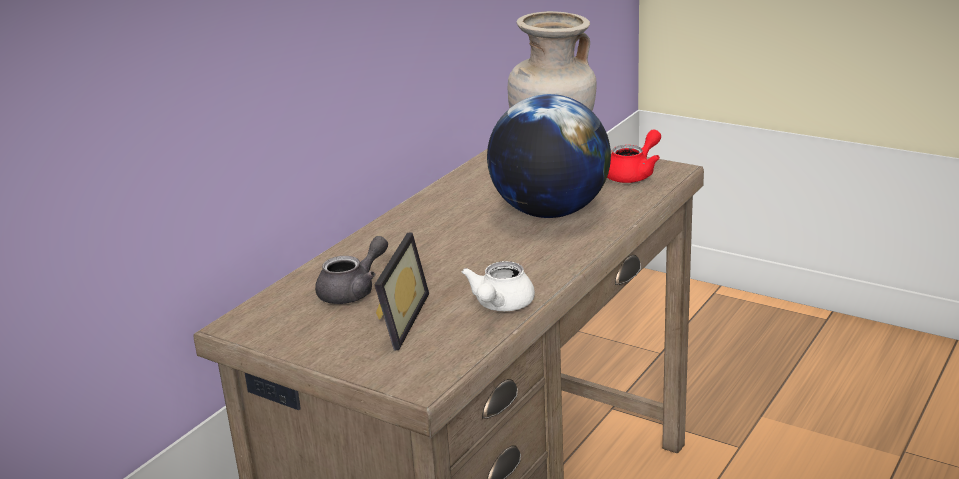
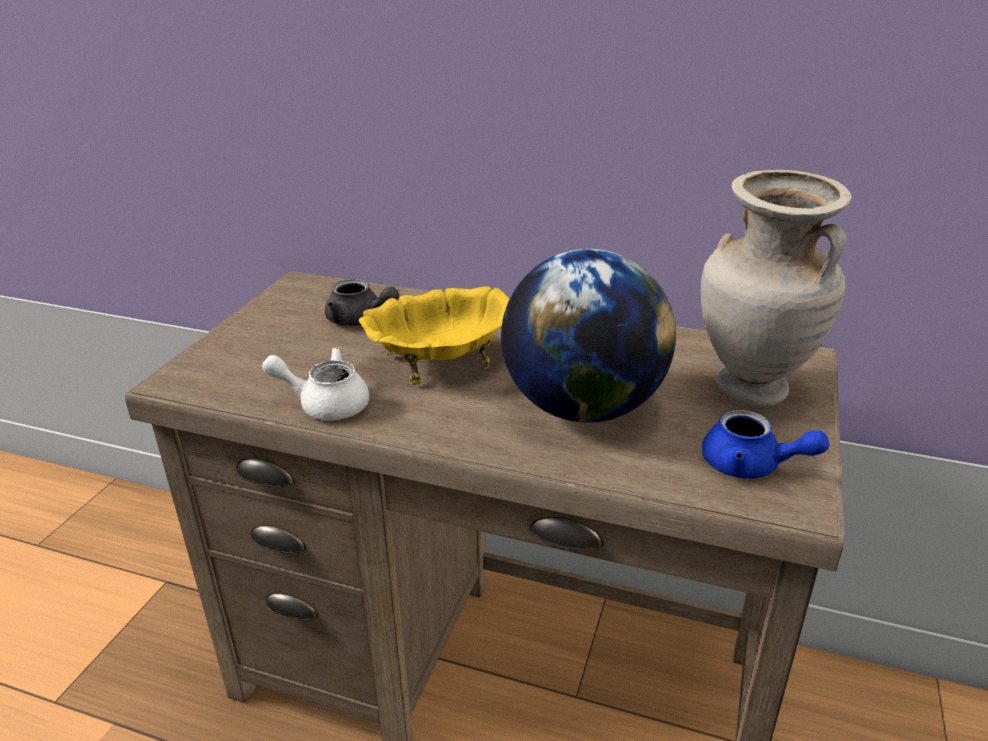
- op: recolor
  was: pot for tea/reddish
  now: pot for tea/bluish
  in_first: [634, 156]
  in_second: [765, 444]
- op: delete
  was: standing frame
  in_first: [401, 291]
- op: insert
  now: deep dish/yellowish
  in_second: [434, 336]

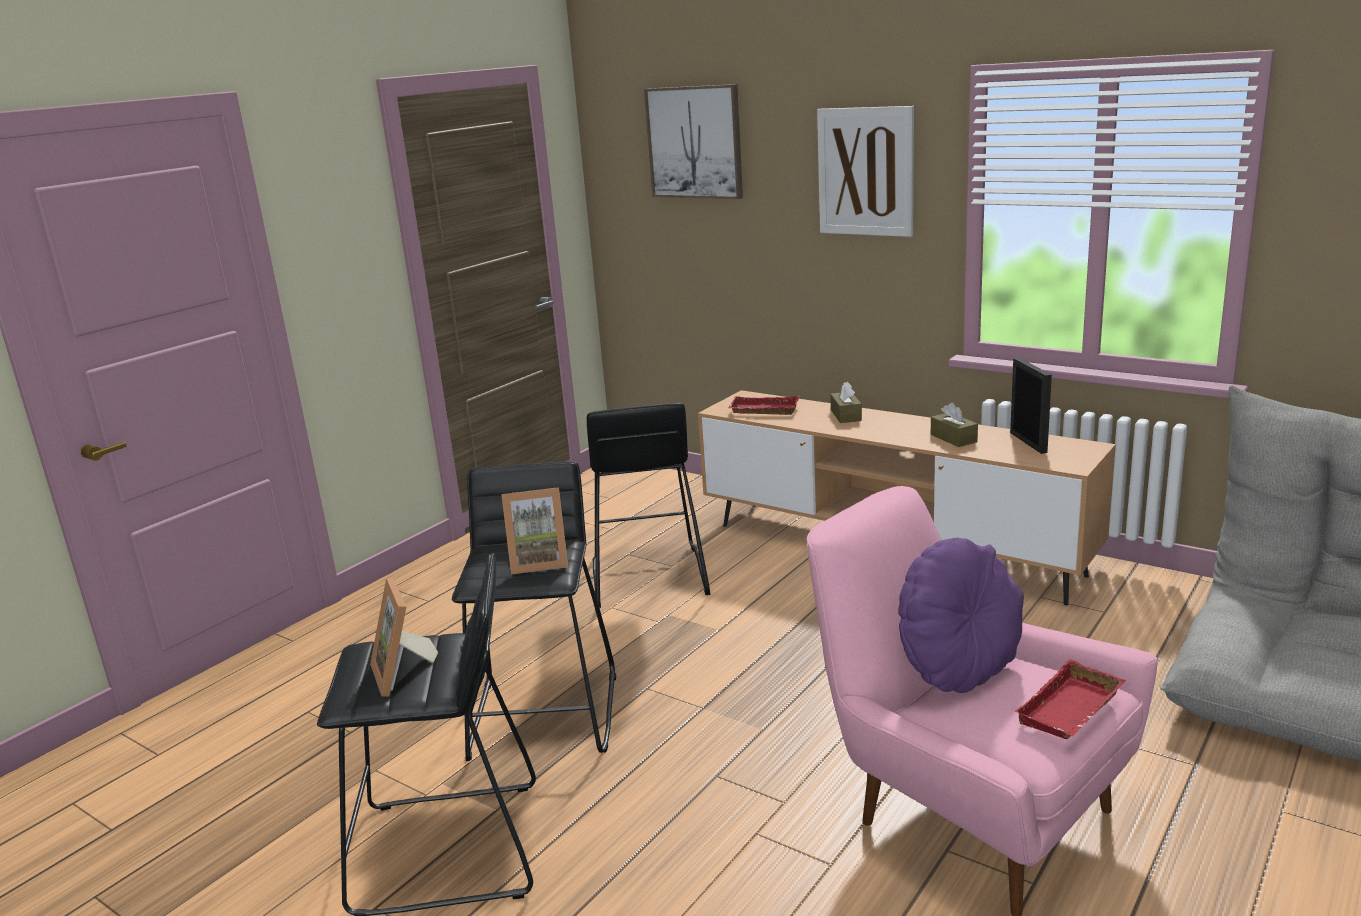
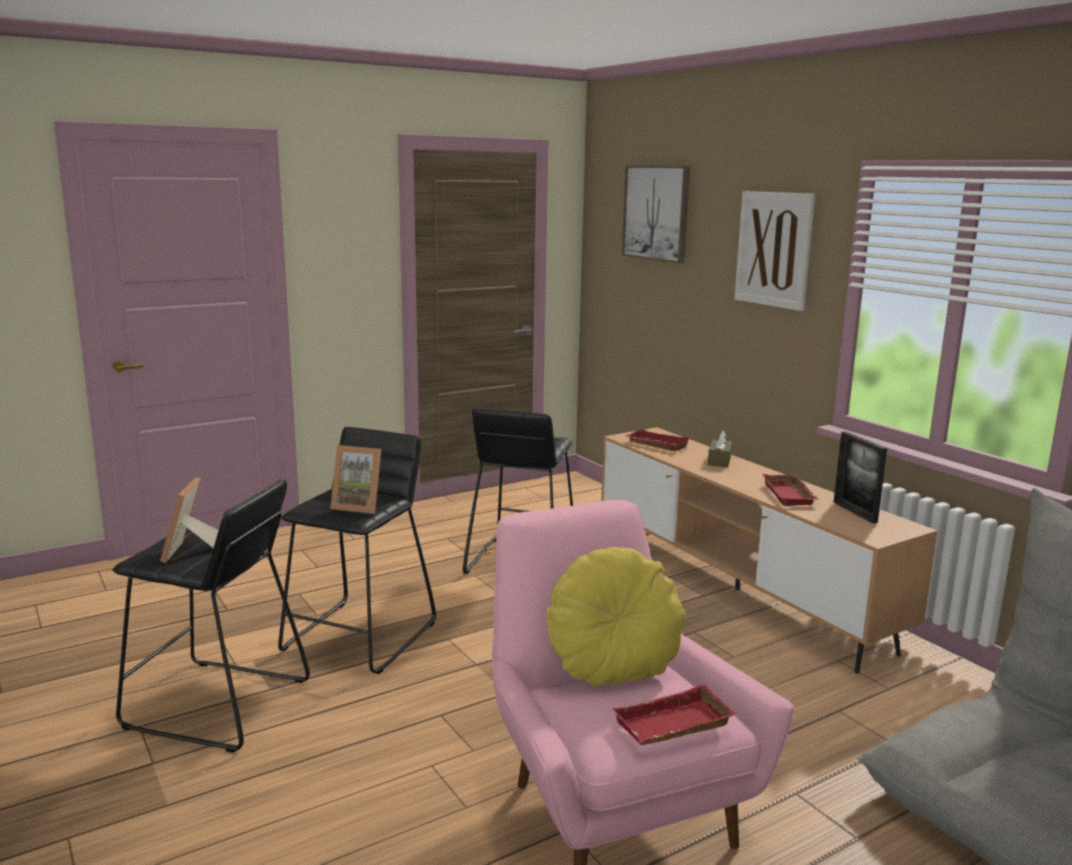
- op: rotate
  was: standing frame
  in_first: [1031, 406]
  in_second: [860, 477]
  clockwise: 150
- op: replace
  was: tissue holder/brown
  now: carrying tray/reddish
  in_first: [954, 424]
  in_second: [790, 490]
- op: recolor
  was: pillow/purple
  now: pillow/yellowish
  in_first: [961, 615]
  in_second: [616, 616]

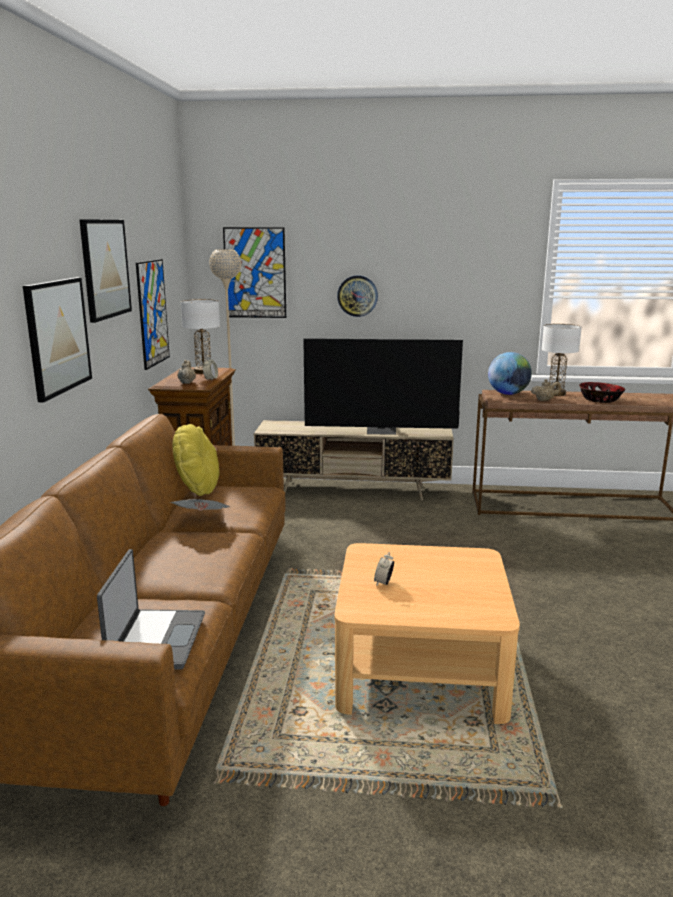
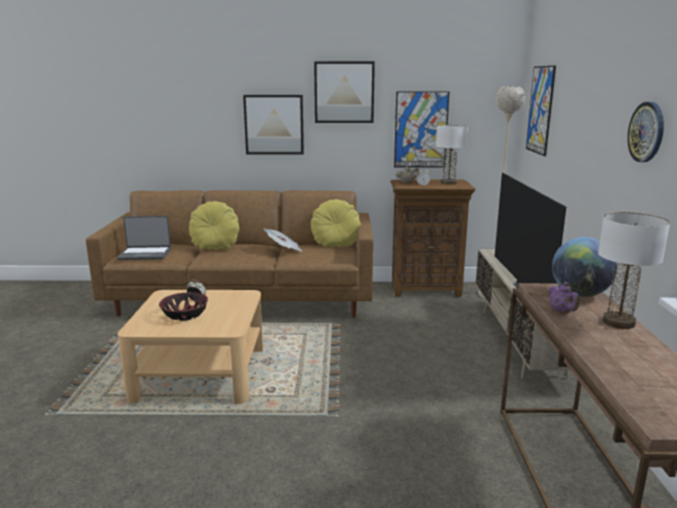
- op: move
  was: clock on the wall
  in_first: [357, 296]
  in_second: [645, 132]
- op: recolor
  was: pot for tea/sand-coloured
  now: pot for tea/purple
  in_first: [546, 390]
  in_second: [563, 297]
- op: move
  was: deep dish
  in_first: [602, 392]
  in_second: [183, 306]
- op: insert
  now: pillow/yellowish
  in_second: [214, 225]

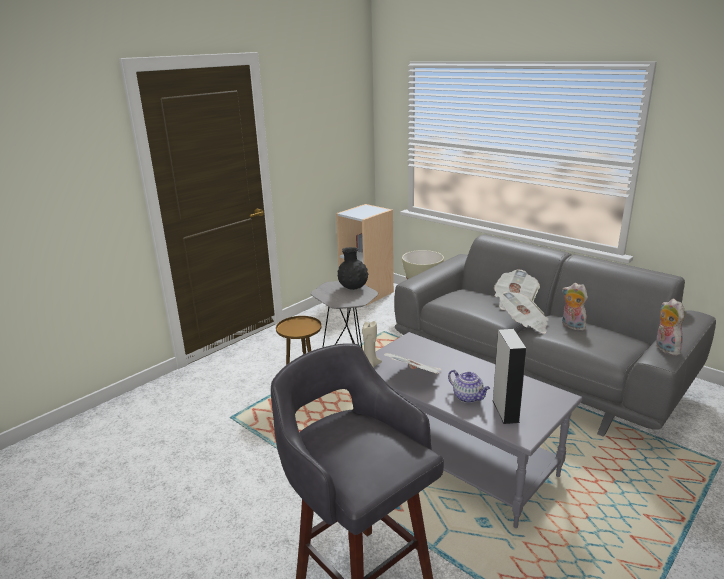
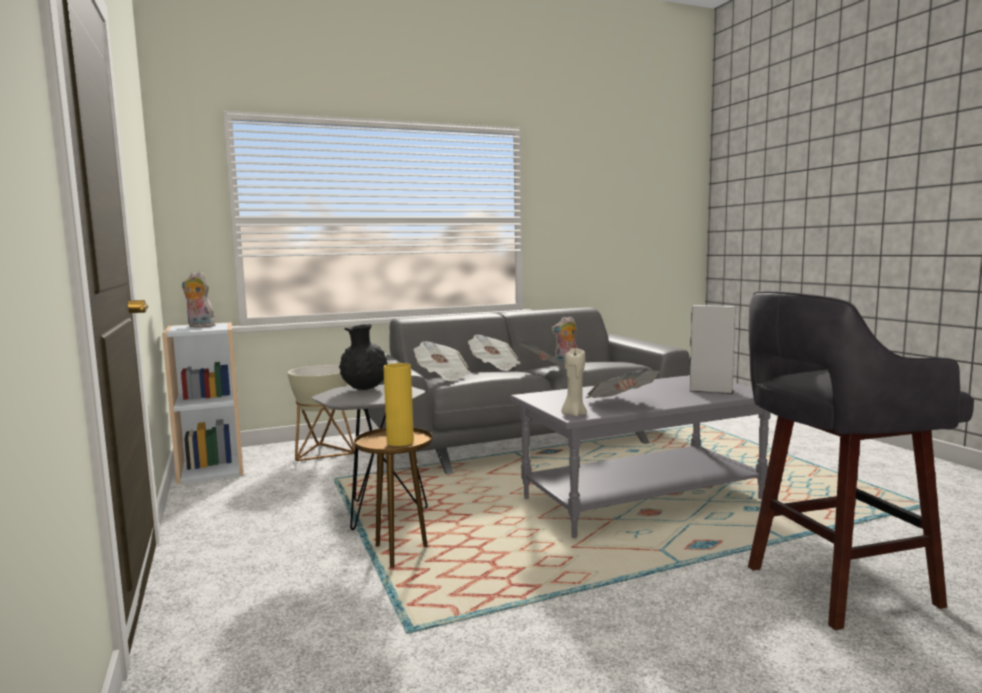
- op: move
  was: plush toy
  in_first: [670, 327]
  in_second: [199, 299]
- op: delete
  was: pot for tea
  in_first: [469, 386]
- op: insert
  now: daily paper
  in_second: [442, 361]
- op: insert
  now: flower vase/yellowish
  in_second: [398, 404]

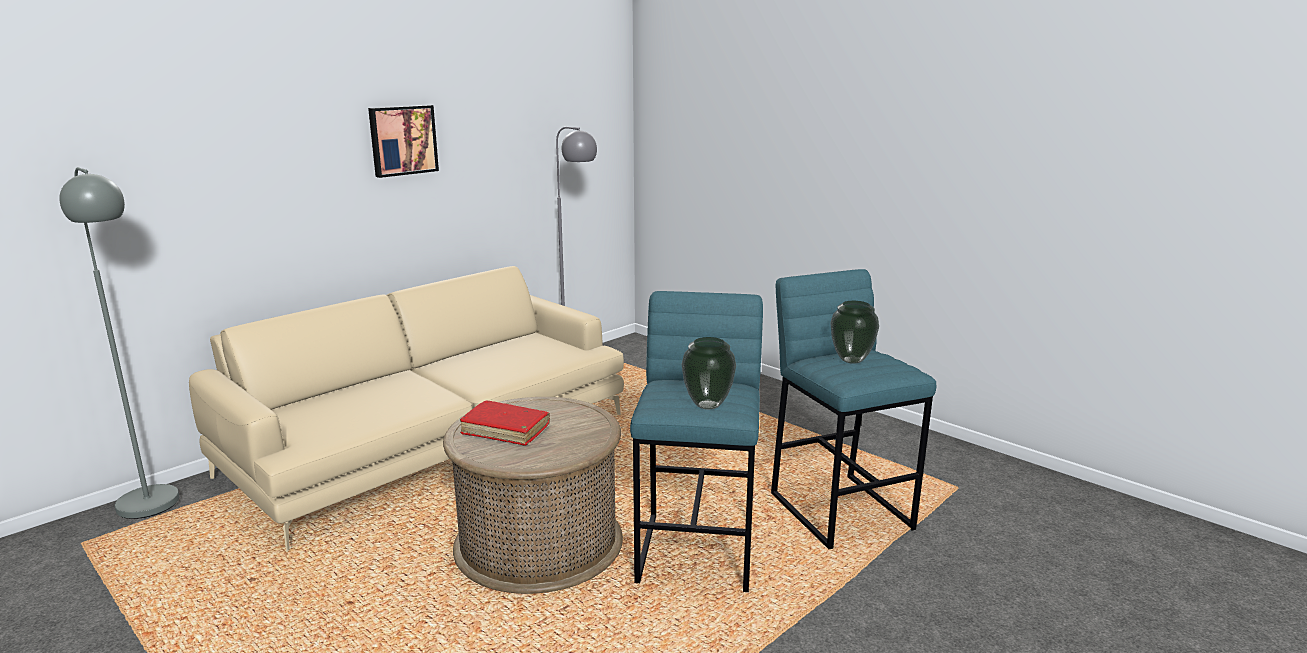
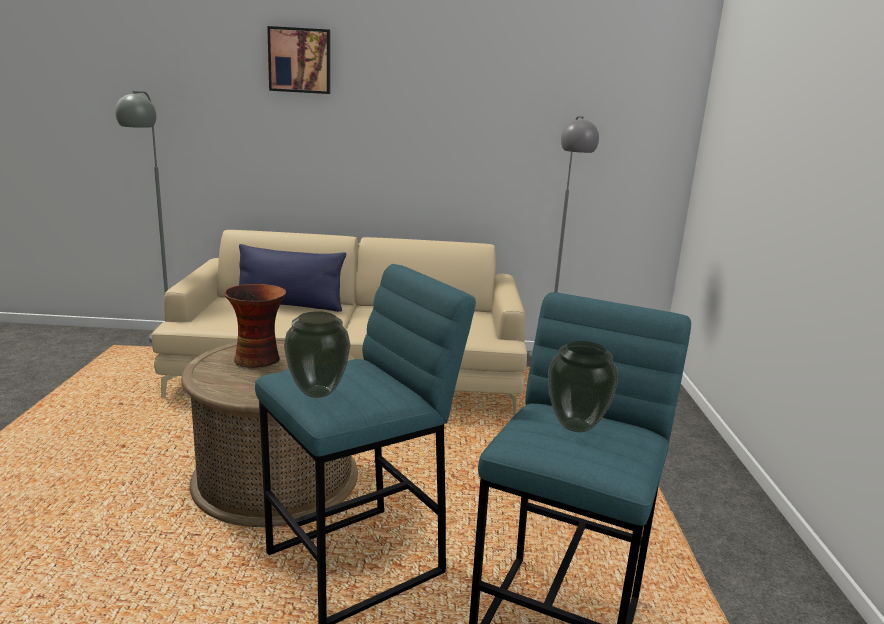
- op: move
  was: picture
  in_first: [403, 141]
  in_second: [298, 60]
- op: replace
  was: bound book/reddish
  now: flower vase
  in_first: [505, 423]
  in_second: [255, 326]
- op: insert
  now: pillow/bluish
  in_second: [292, 278]

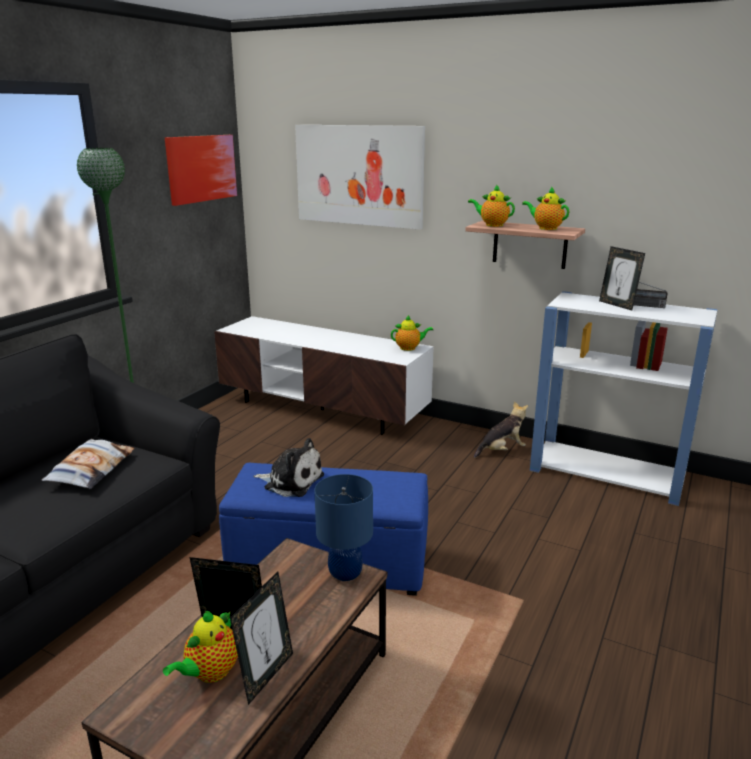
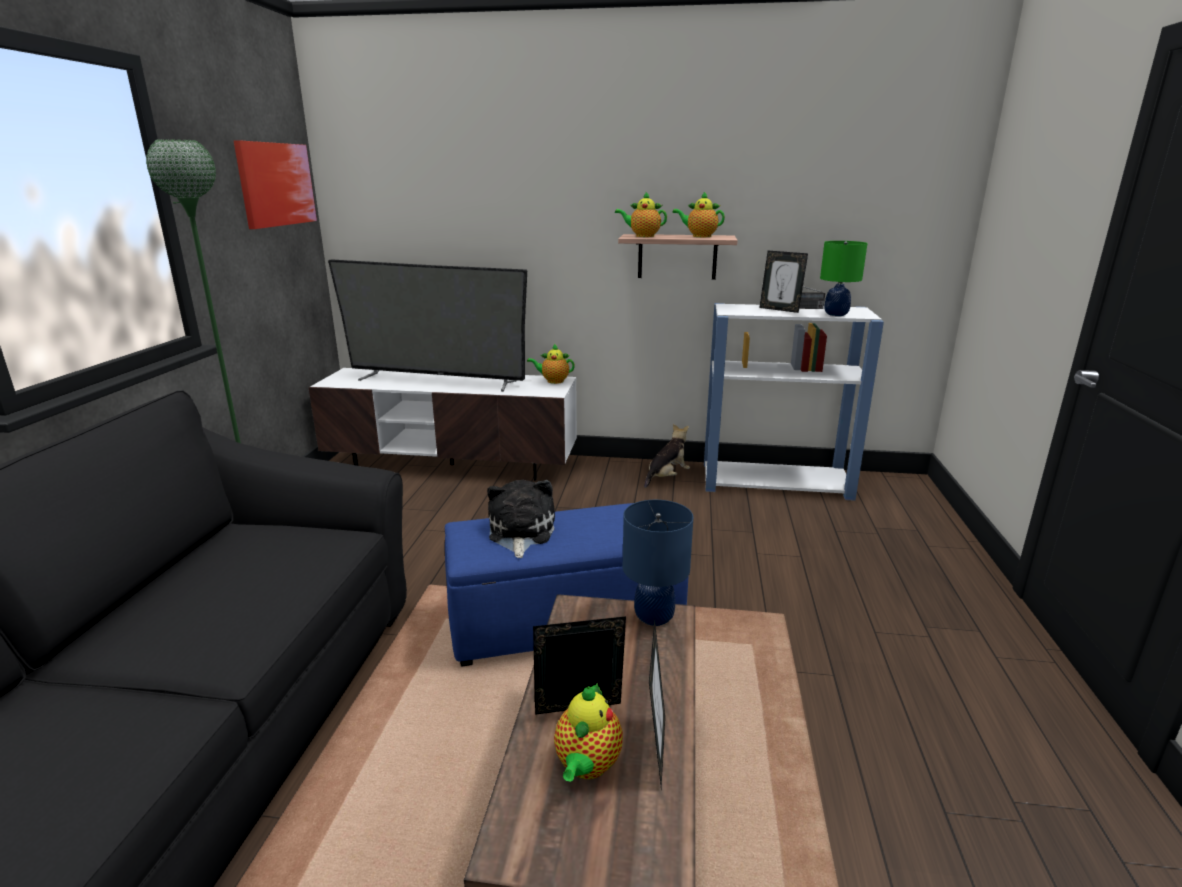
- op: delete
  was: picture
  in_first: [360, 177]
- op: rotate
  was: pot for tea
  in_first: [412, 333]
  in_second: [551, 364]
  clockwise: -150
- op: rotate
  was: plush toy
  in_first: [289, 467]
  in_second: [521, 519]
  clockwise: -90
- op: delete
  was: pillow
  in_first: [88, 464]
- op: insert
  now: lamp for a table/green
  in_second: [843, 278]
- op: insert
  now: TV set
  in_second: [427, 325]

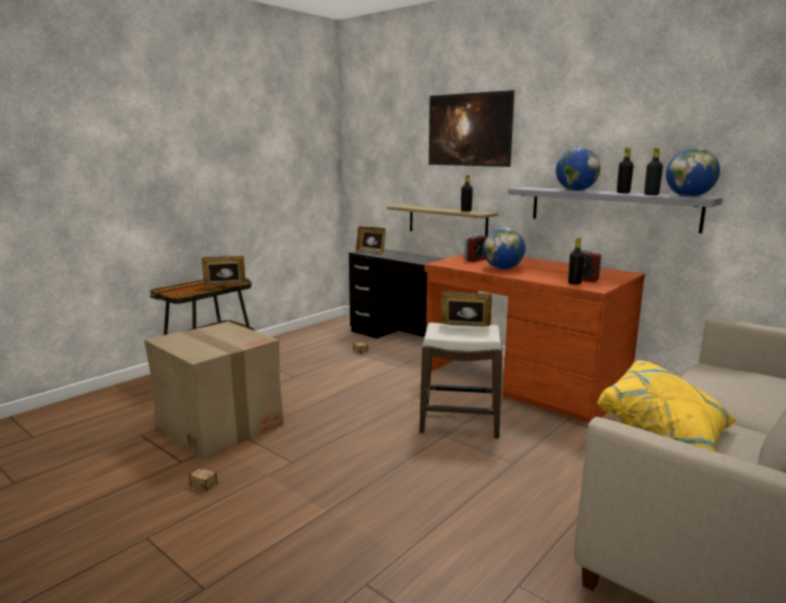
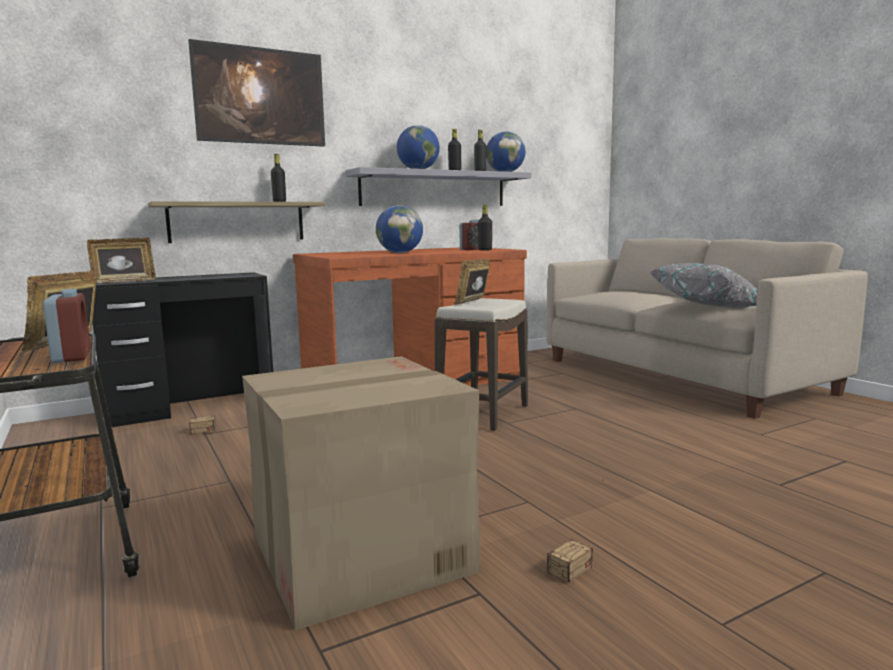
- op: move
  was: table clock
  in_first: [475, 248]
  in_second: [67, 326]
- op: recolor
  was: pillow/yellowish
  now: pillow/greyish
  in_first: [667, 405]
  in_second: [704, 285]

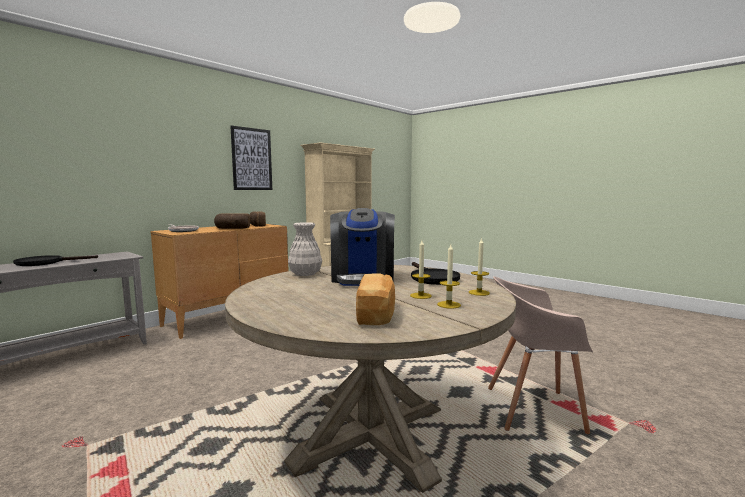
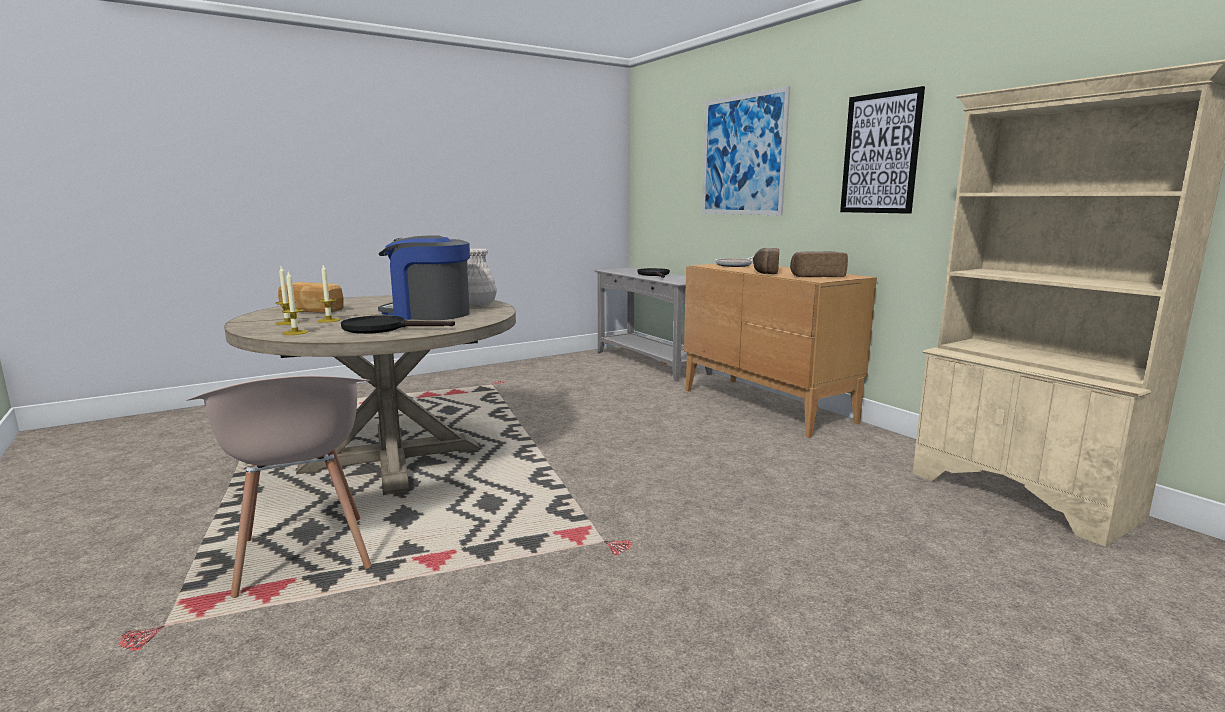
- op: rotate
  was: plain chair/sand-coloured
  in_first: [540, 355]
  in_second: [279, 486]
  clockwise: 135
- op: insert
  now: picture
  in_second: [746, 151]

